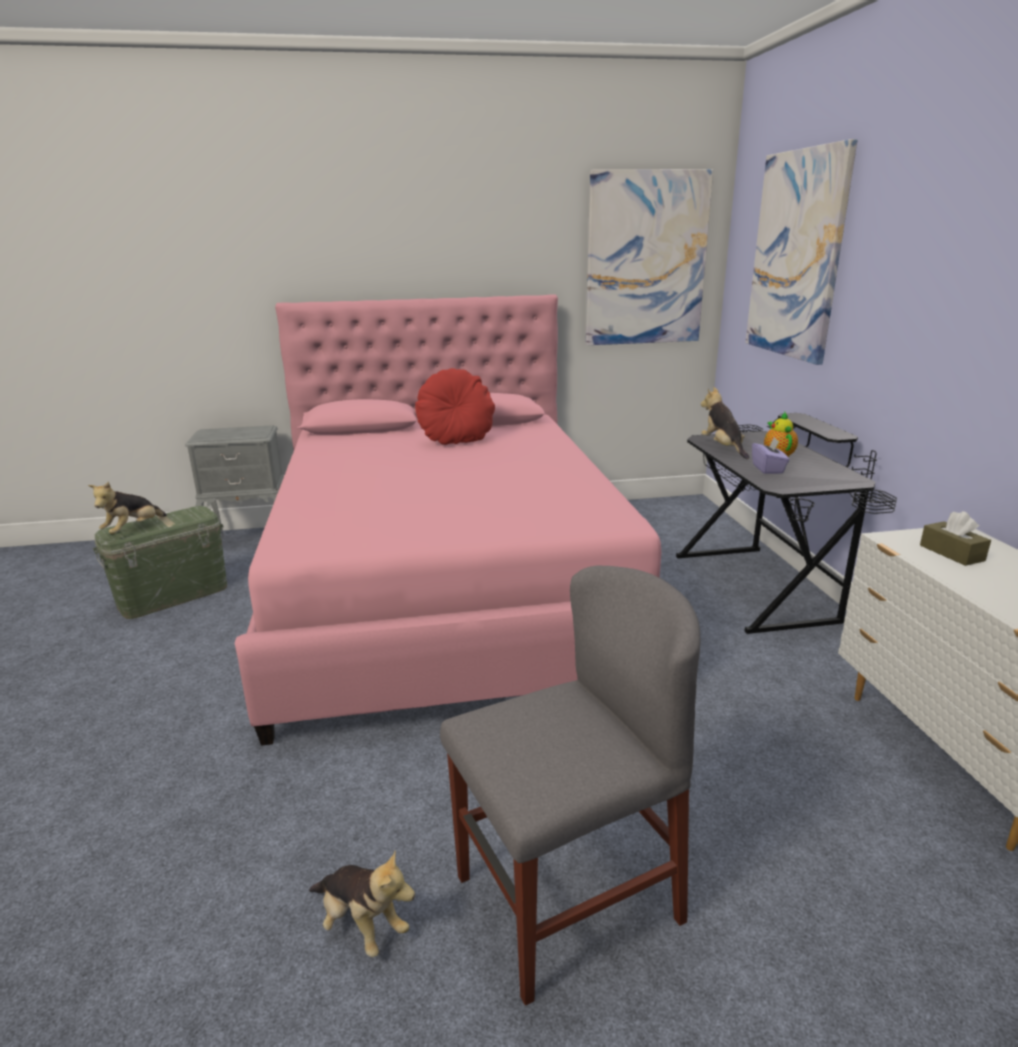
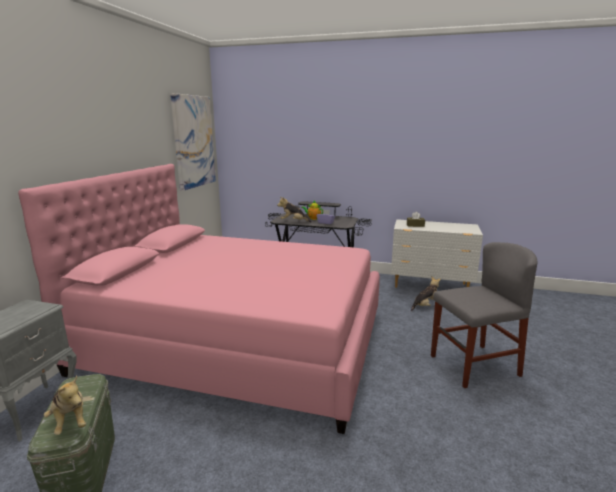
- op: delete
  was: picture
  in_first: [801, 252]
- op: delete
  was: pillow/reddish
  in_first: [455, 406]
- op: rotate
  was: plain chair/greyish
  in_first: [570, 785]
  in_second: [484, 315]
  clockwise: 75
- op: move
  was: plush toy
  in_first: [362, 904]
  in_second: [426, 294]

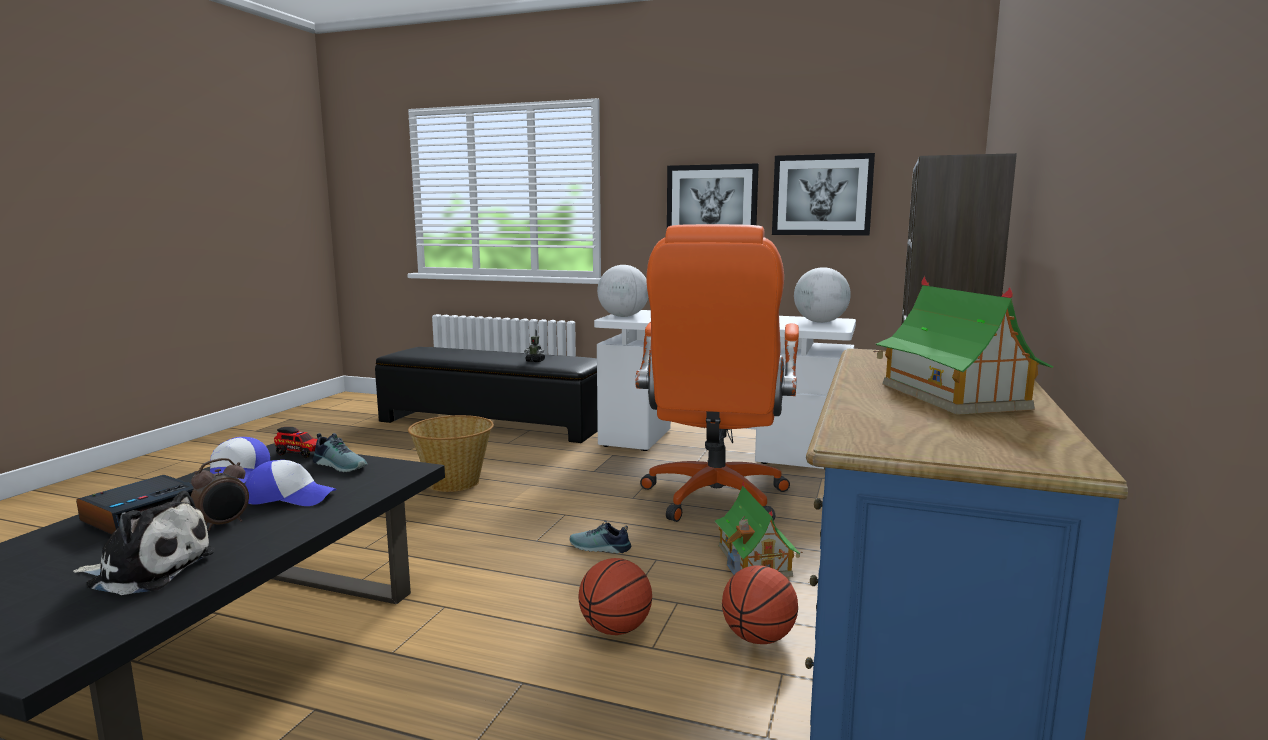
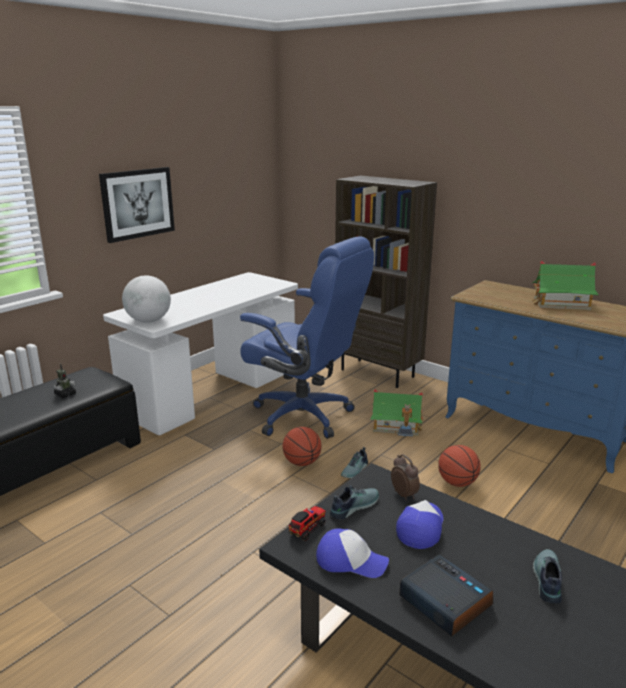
- op: delete
  was: picture
  in_first: [823, 194]
- op: recolor
  was: desk chair/orangey
  now: desk chair/bluish
  in_first: [717, 373]
  in_second: [307, 337]
- op: delete
  was: globe
  in_first: [822, 295]
- op: delete
  was: storage basket
  in_first: [451, 453]
- op: move
  was: table clock
  in_first: [220, 494]
  in_second: [405, 477]
- op: replace
  was: plush toy
  now: item of footwear
  in_first: [144, 543]
  in_second: [547, 576]
- op: move
  was: basketball
  in_first: [760, 604]
  in_second: [302, 446]

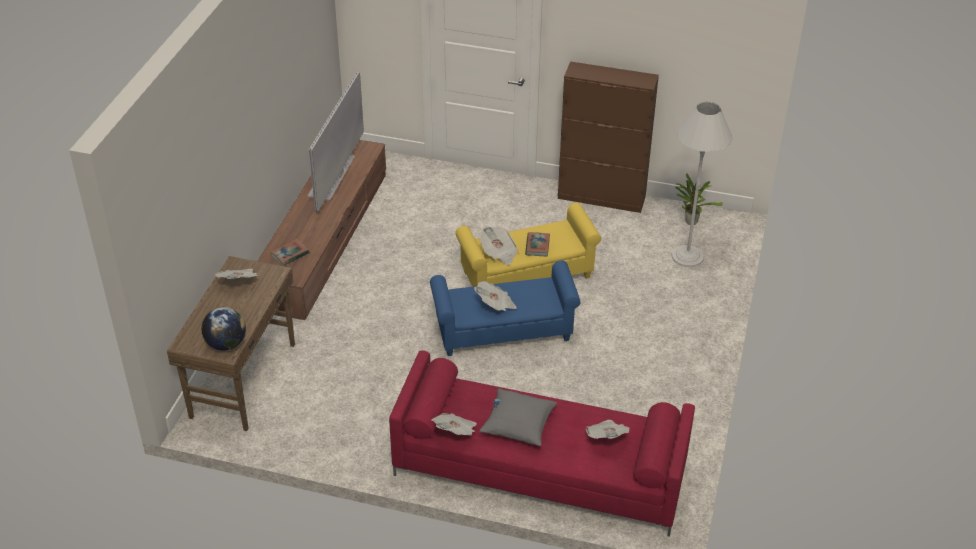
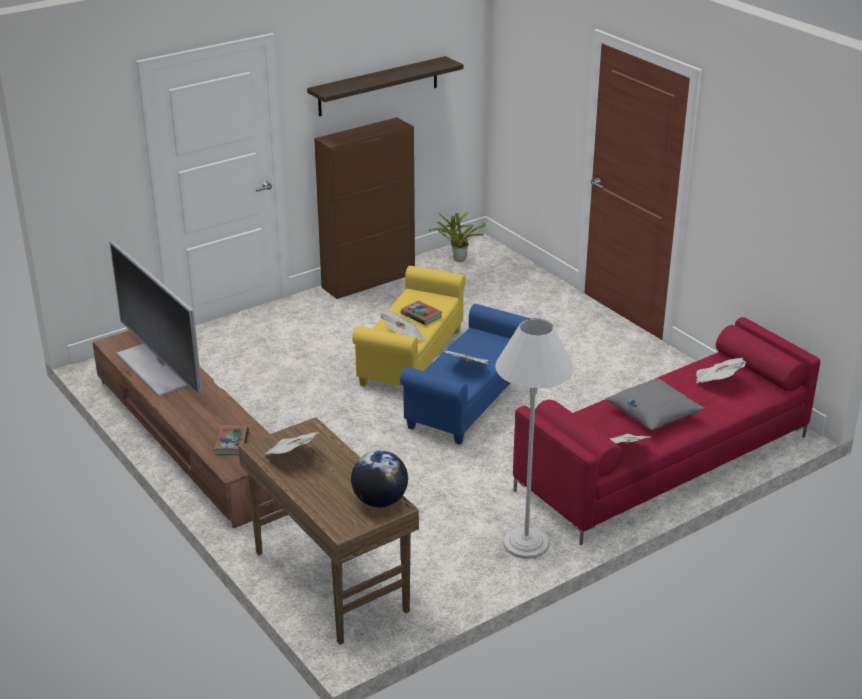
- op: move
  was: standard lamp/white-coloured
  in_first: [701, 184]
  in_second: [534, 438]
- op: insert
  now: bracket shelf
  in_second: [385, 86]

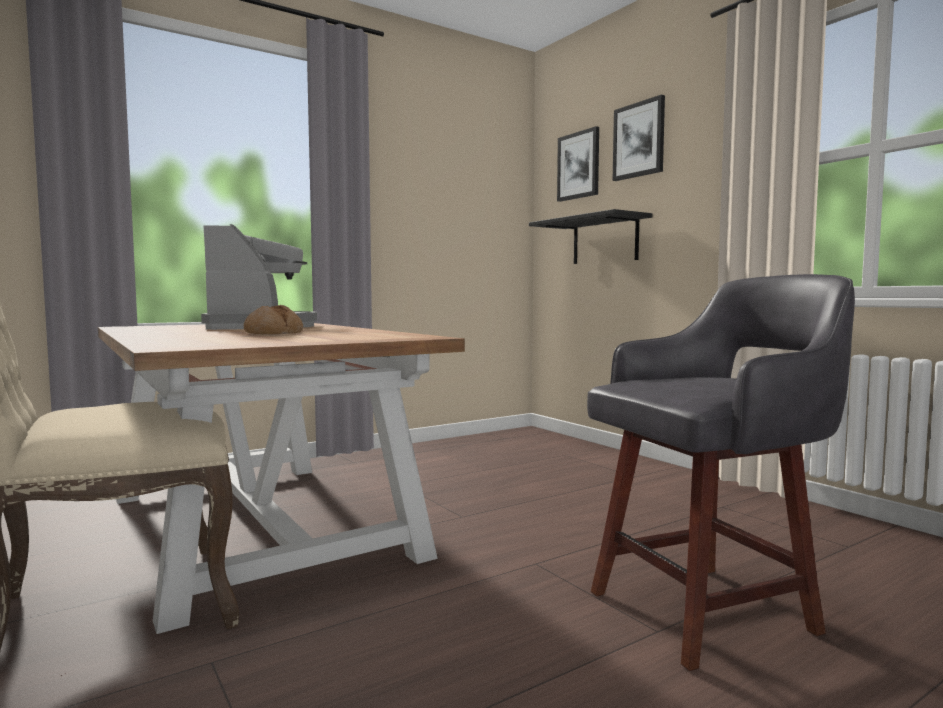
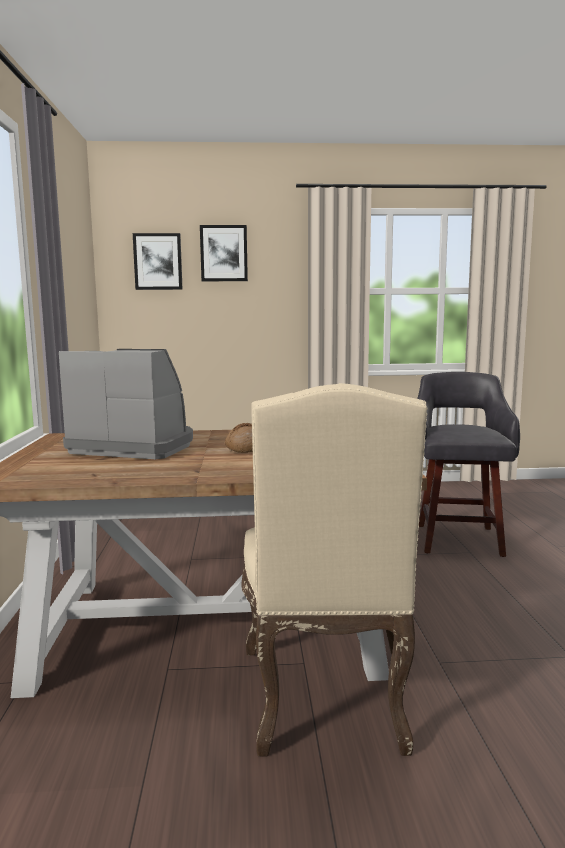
- op: delete
  was: bracket shelf/black
  in_first: [591, 236]

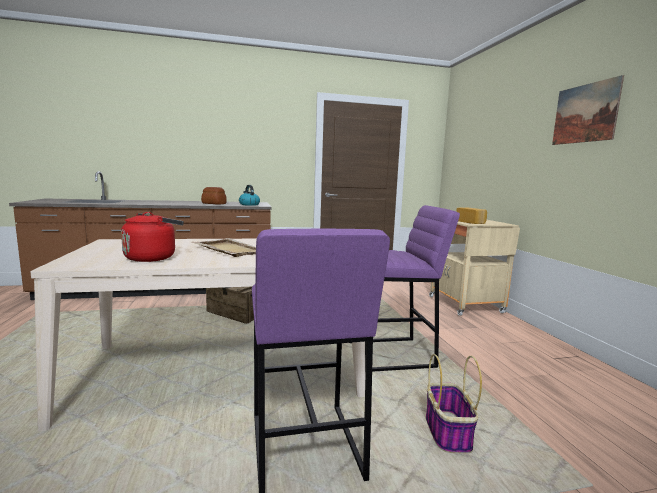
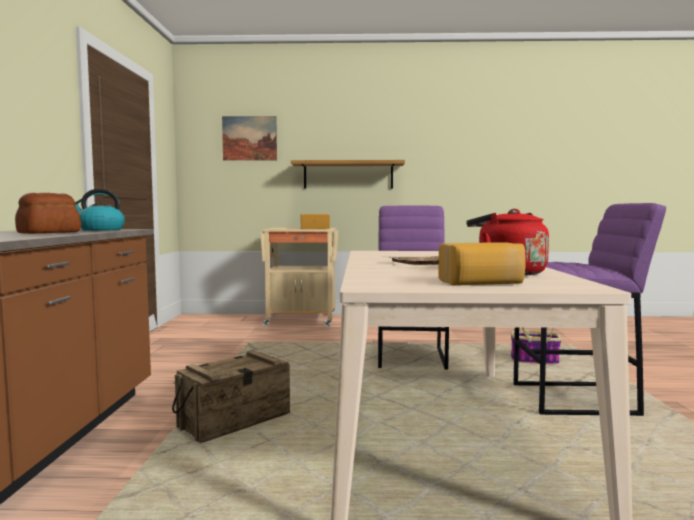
- op: move
  was: picture
  in_first: [588, 110]
  in_second: [249, 138]
- op: insert
  now: bracket shelf
  in_second: [348, 174]
- op: insert
  now: bread
  in_second: [482, 264]

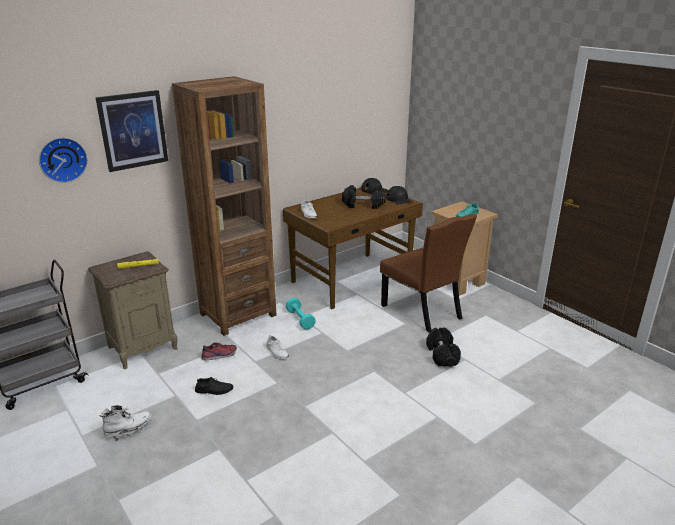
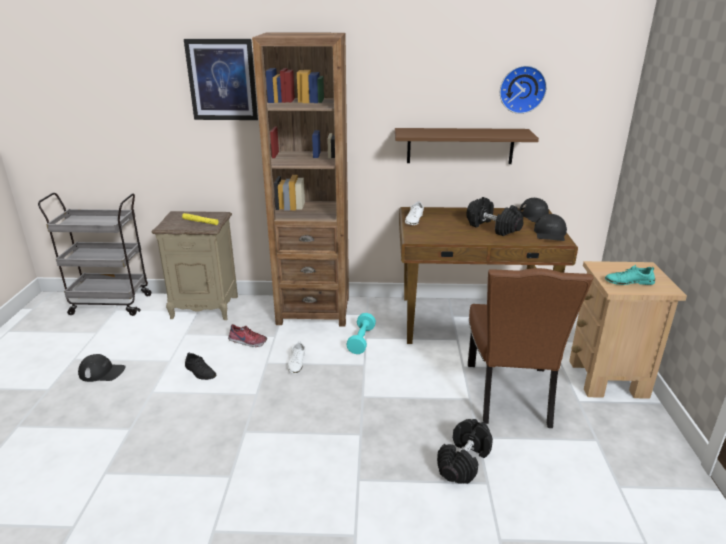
- op: move
  was: clock on the wall
  in_first: [63, 160]
  in_second: [523, 89]
- op: replace
  was: tall boot/white-coloured
  now: cap/black
  in_first: [125, 423]
  in_second: [101, 368]
- op: insert
  now: bracket shelf/brown
  in_second: [467, 146]

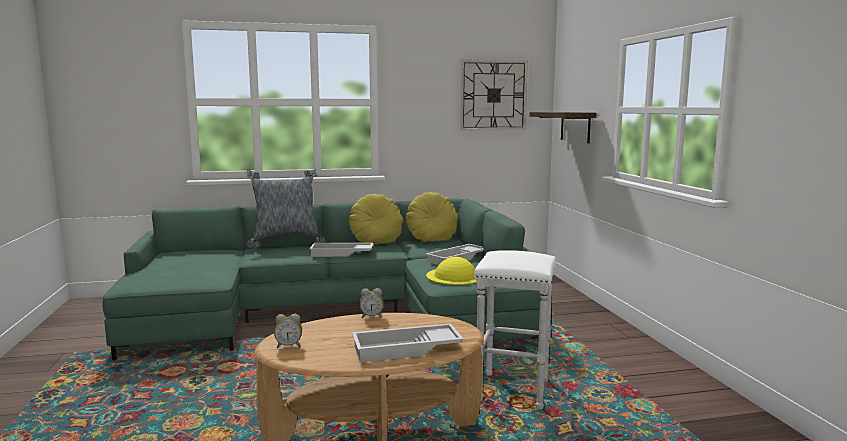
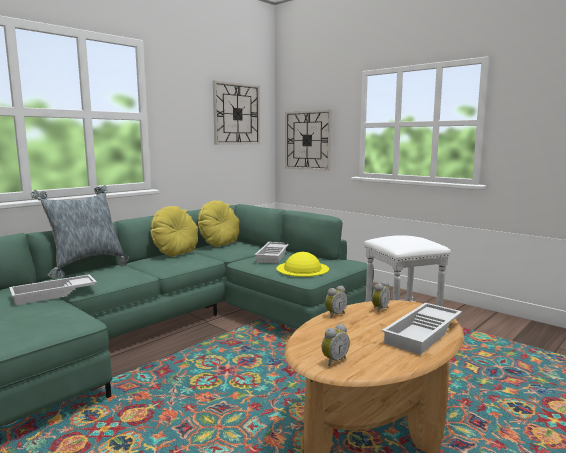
- op: replace
  was: bracket shelf
  now: clock on the wall
  in_first: [563, 127]
  in_second: [308, 140]
- op: move
  was: carrying tray/white-coloured
  in_first: [341, 250]
  in_second: [53, 290]
- op: insert
  now: table clock
  in_second: [381, 296]

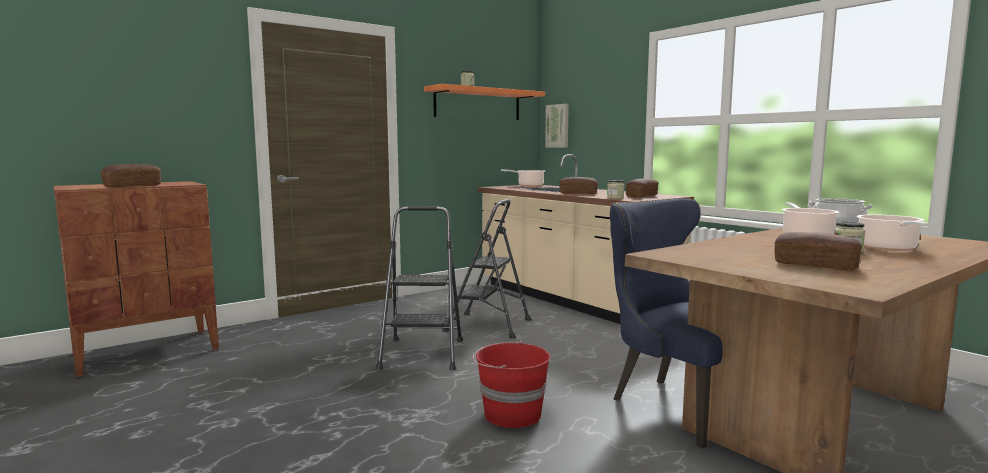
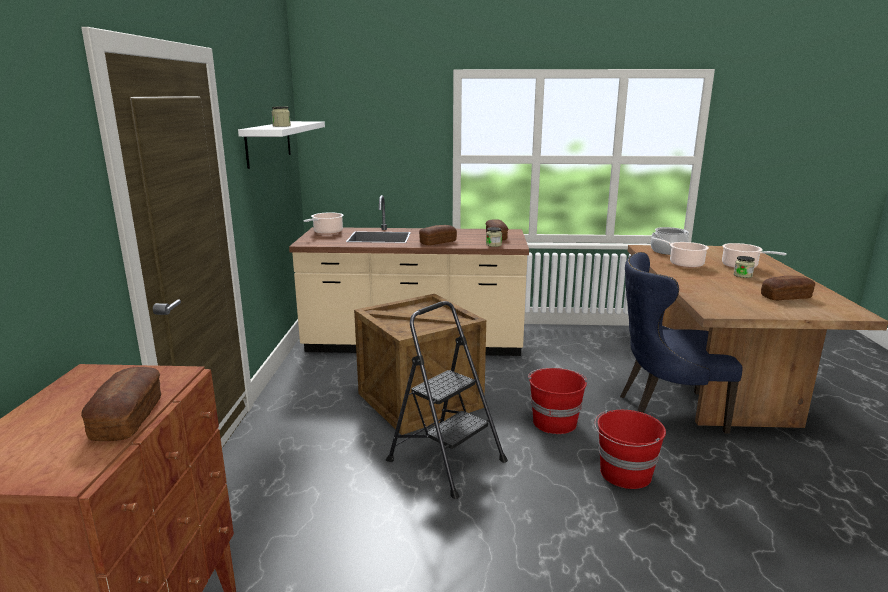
- op: recolor
  was: bracket shelf/orangey
  now: bracket shelf/white-coloured
  in_first: [484, 102]
  in_second: [281, 145]
- op: delete
  was: picture
  in_first: [557, 126]
- op: replace
  was: step ladder/black
  now: shipping crate
  in_first: [487, 269]
  in_second: [420, 364]
- op: insert
  now: pail/reddish
  in_second: [557, 401]

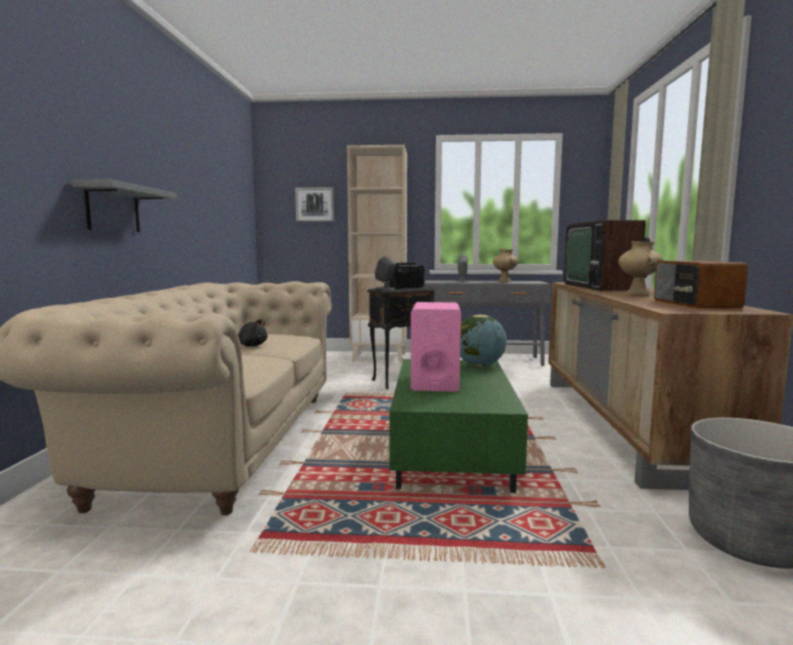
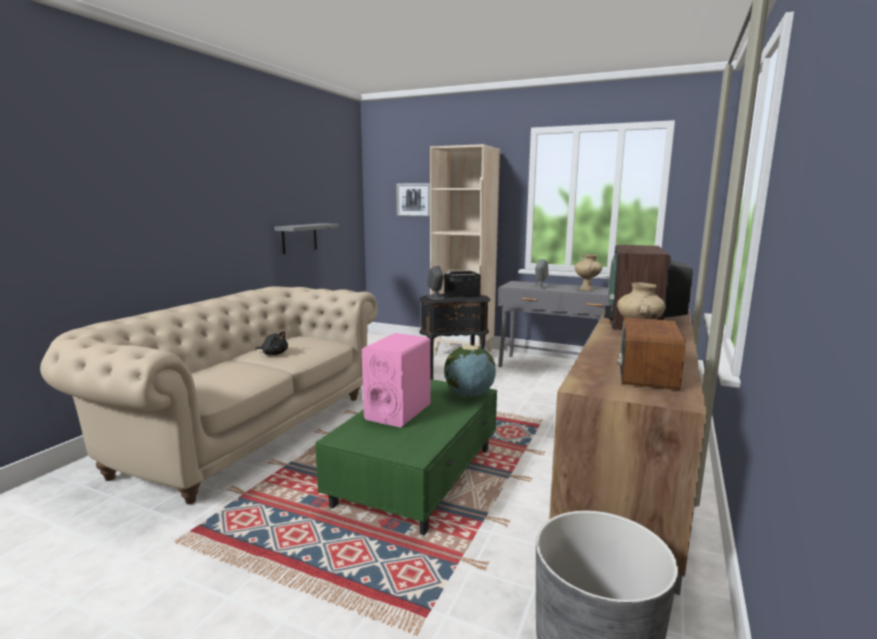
- op: move
  was: bracket shelf/greyish
  in_first: [124, 205]
  in_second: [306, 238]

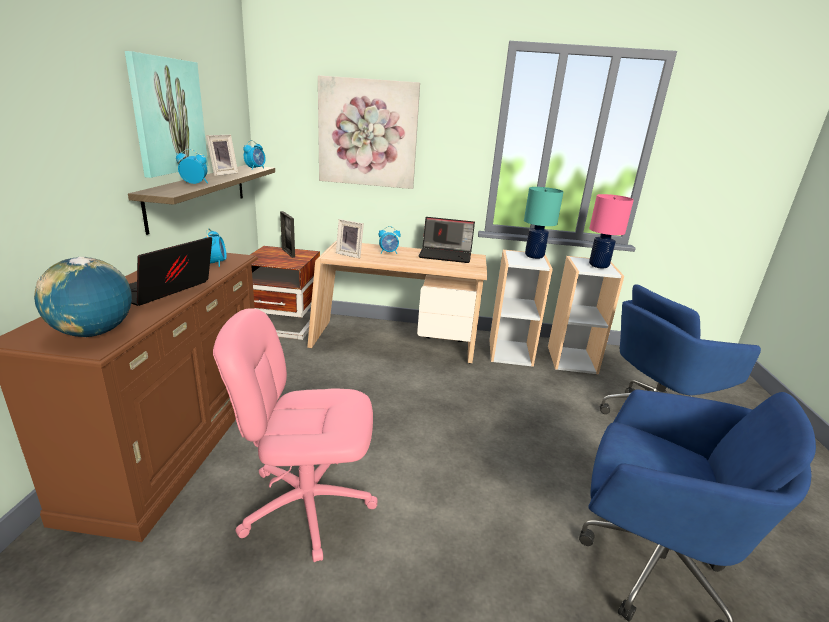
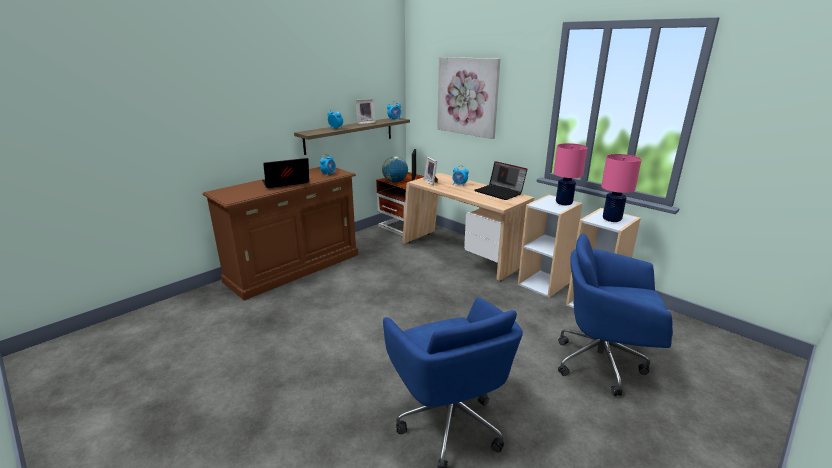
- op: delete
  was: picture
  in_first: [166, 114]
- op: recolor
  was: lamp for a table/blue-green
  now: lamp for a table/pinkish
  in_first: [544, 223]
  in_second: [571, 174]
- op: move
  was: globe
  in_first: [83, 297]
  in_second: [395, 169]
- op: delete
  was: desk chair/pinkish
  in_first: [295, 435]

